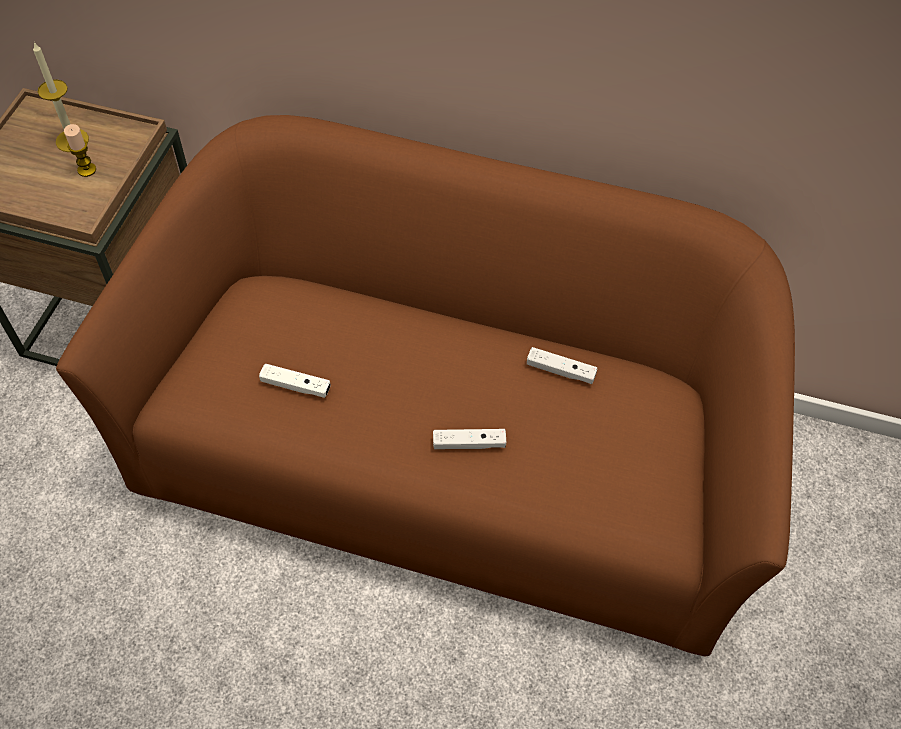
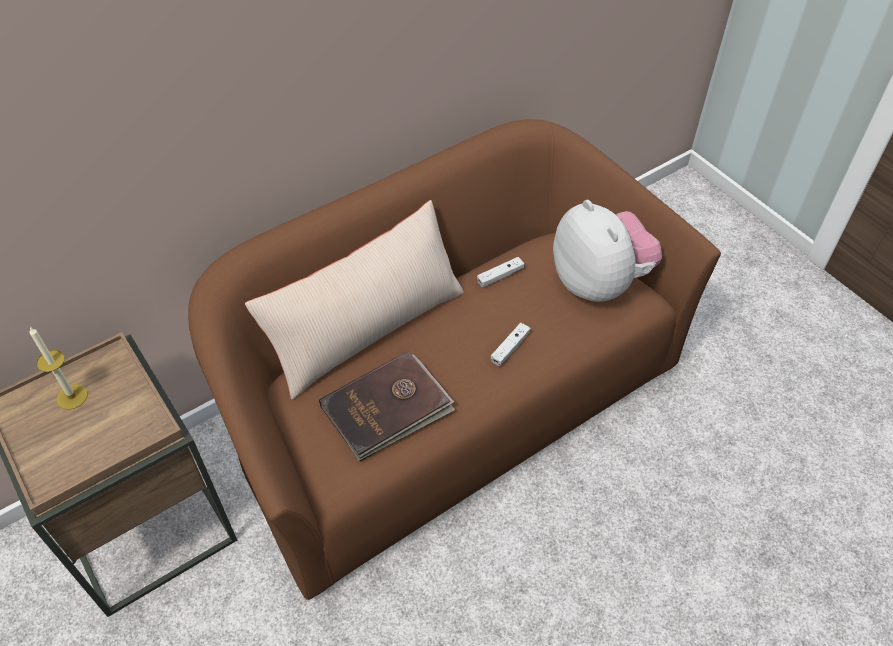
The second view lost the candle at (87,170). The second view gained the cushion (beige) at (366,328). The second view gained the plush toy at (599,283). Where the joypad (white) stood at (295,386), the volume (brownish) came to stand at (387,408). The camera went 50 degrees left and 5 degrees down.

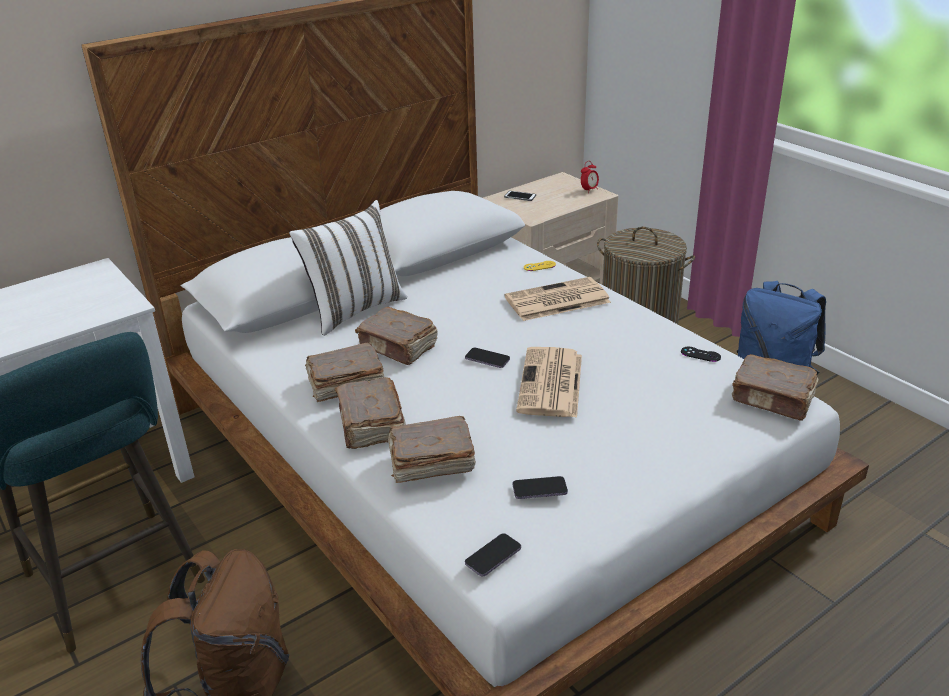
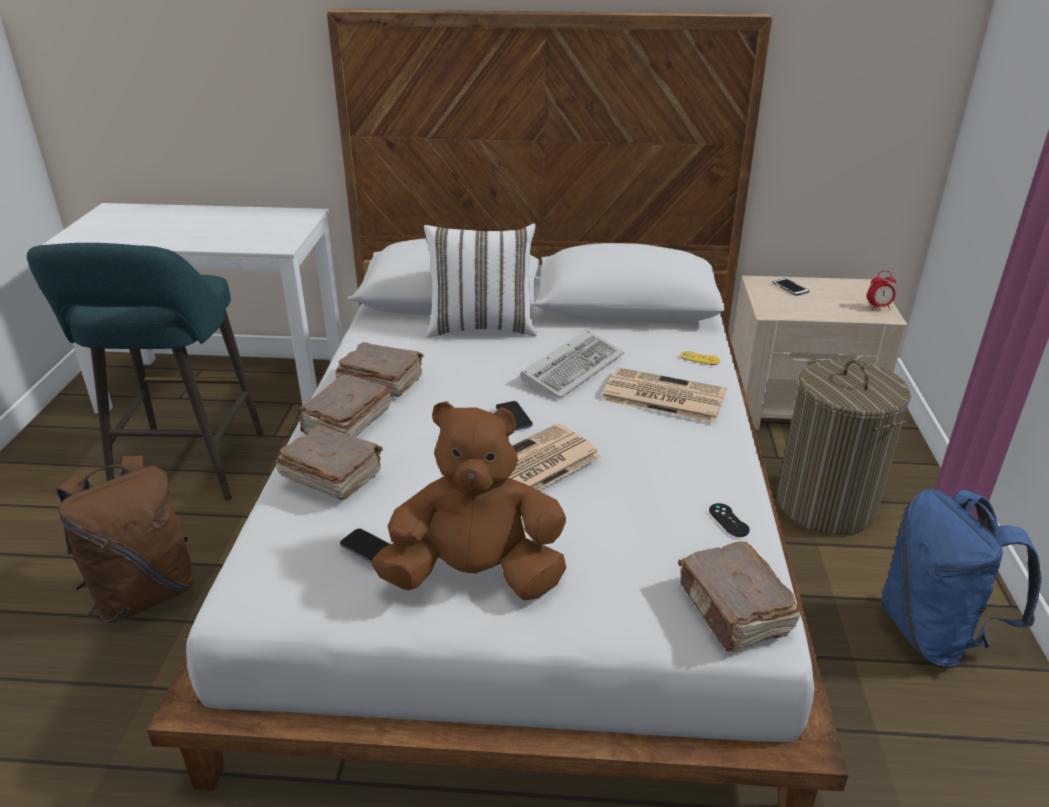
The second view lost the volume (brownish) at (398,347). The second view lost the phone at (493,556). The second view gained the plush toy (brownish) at (476,576). The second view gained the keyboard at (573,367). The camera went 40 degrees right and 0 degrees up.

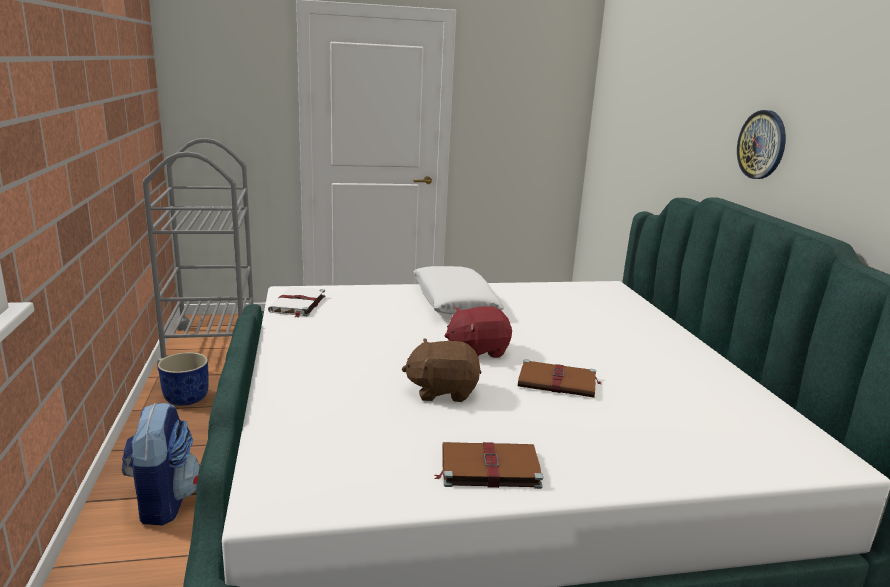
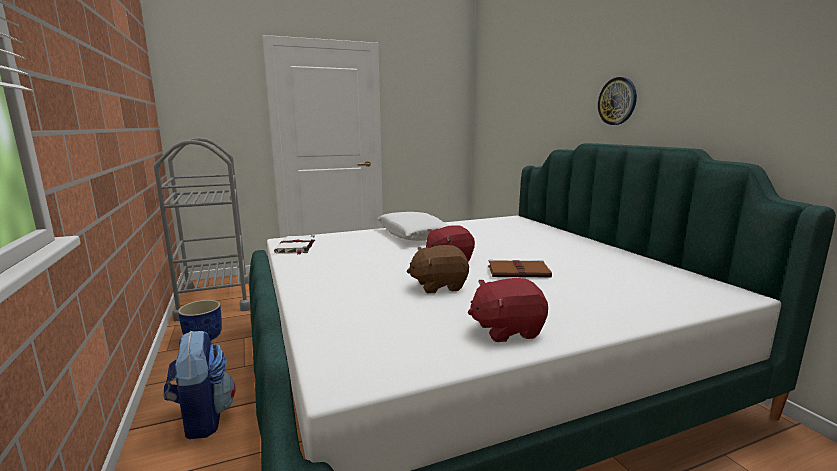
Where the volume (brownish) stood at (488,468), the plush toy (red) came to stand at (506,330). The camera went 10 degrees left and 5 degrees down.

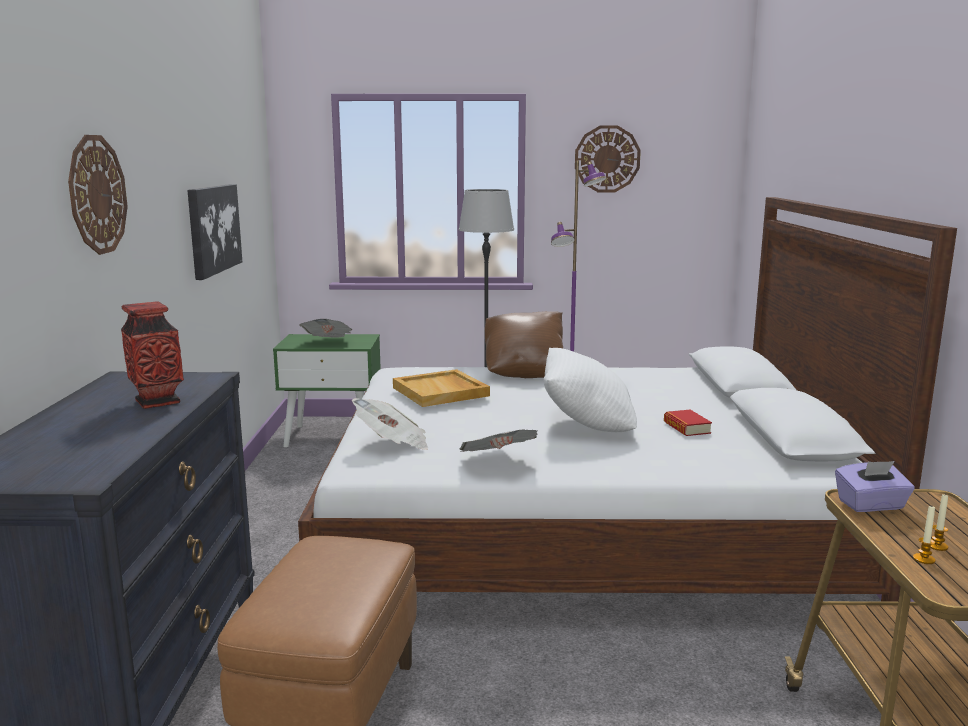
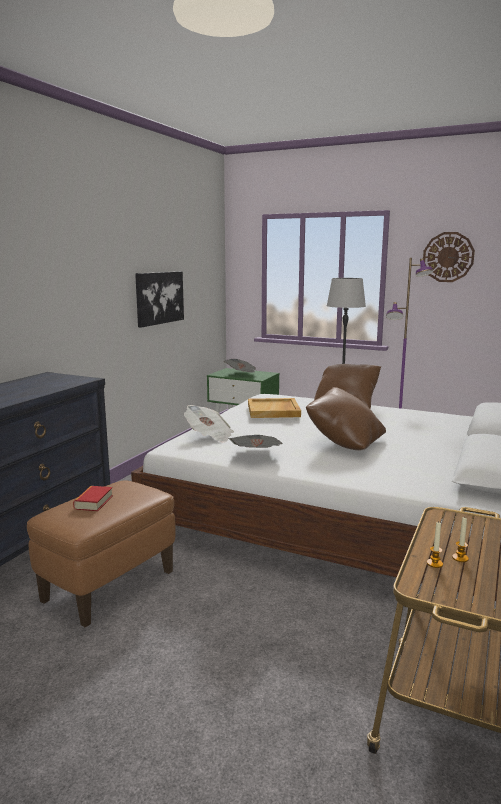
The second view lost the wall clock at (97,194). The second view lost the vase at (157,402). The second view lost the tissue holder (purple-coloured) at (871,505). The volume ended up elsewhere, having gone from (686,428) to (93,502). What was the cushion (white) at (587,426) turned into the cushion (brownish) at (344,444). The camera went 25 degrees right and 0 degrees up.

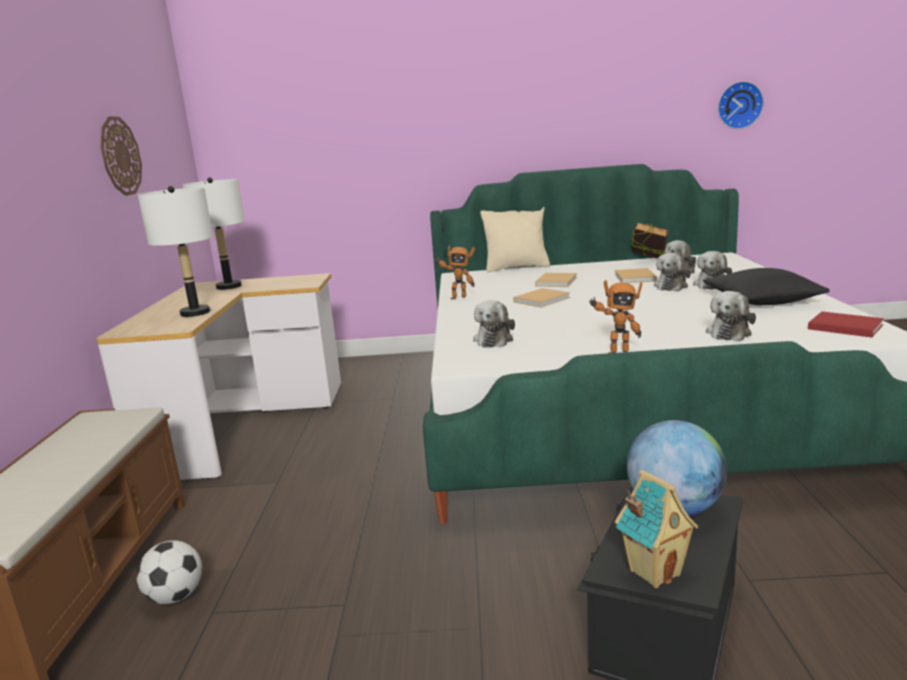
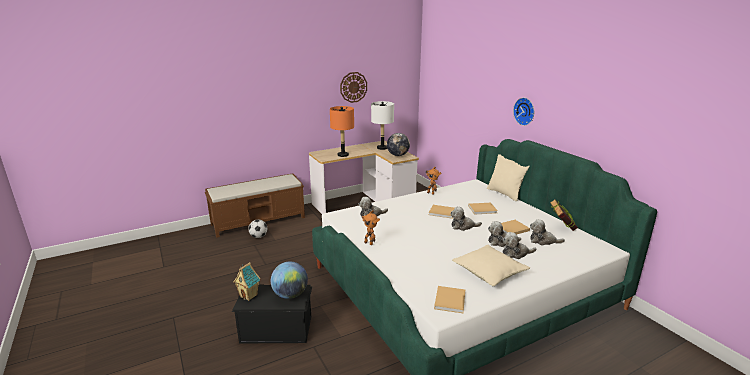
The second view gained the desk globe at (398,155). The plush toy ended up elsewhere, having gone from (729,333) to (463,226). The wall clock ended up elsewhere, having gone from (739,105) to (525,111). What was the tabletop lamp (white) at (195,313) turned into the tabletop lamp (orange) at (343,155). What was the cushion (black-coloured) at (762,301) turned into the cushion (beige) at (489,272). What was the volume (red) at (843,326) turned into the volume (beige) at (450,300). The camera went 60 degrees right and 5 degrees up.

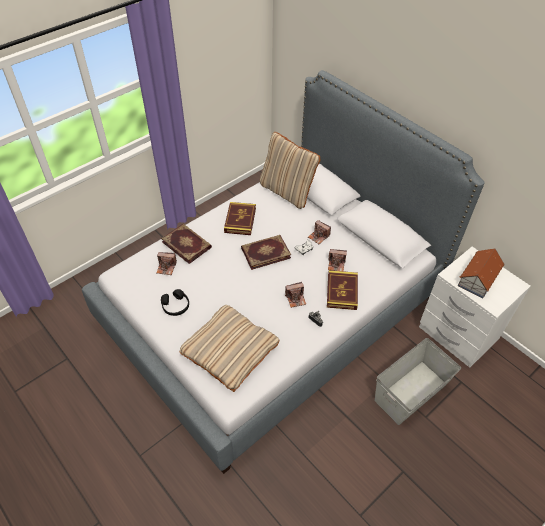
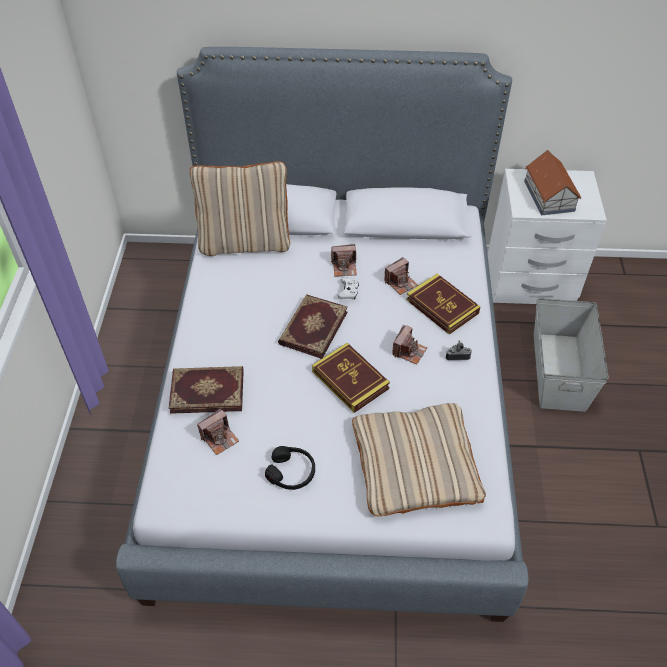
The volume ended up elsewhere, having gone from (240,220) to (350,380). The camera went 45 degrees left and 0 degrees up.

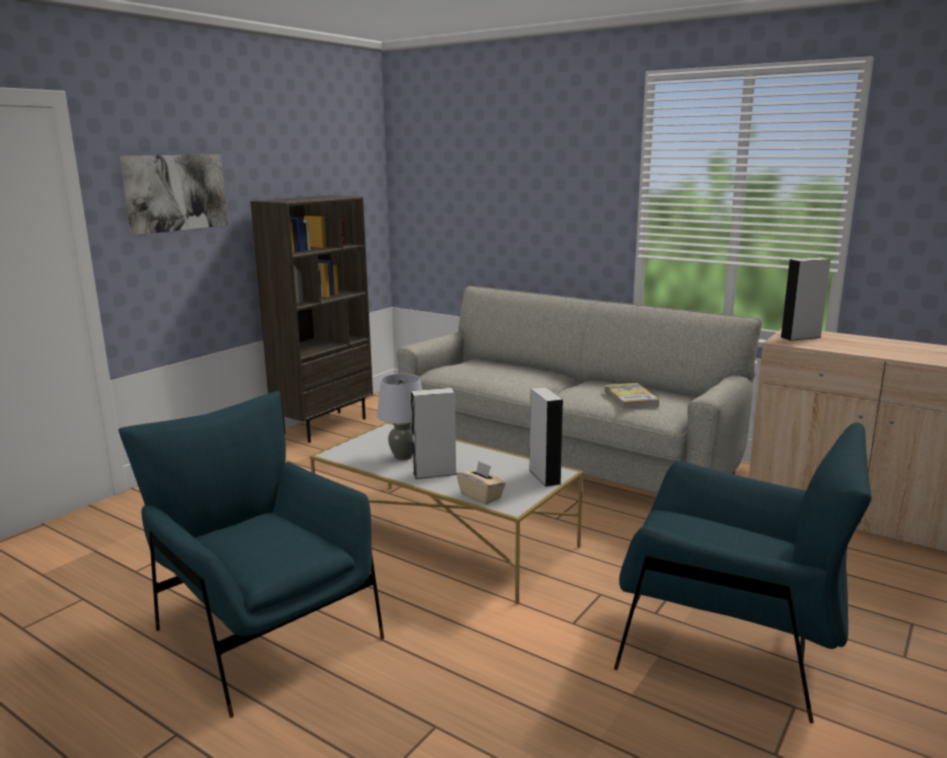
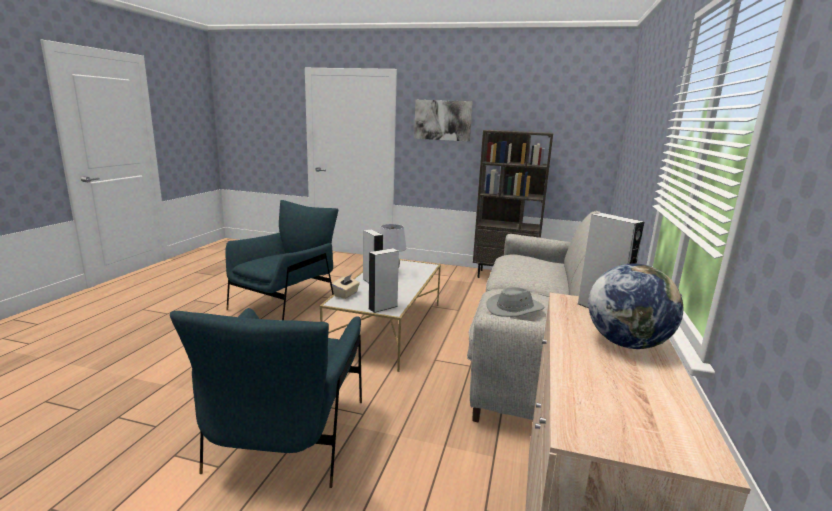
The second view gained the desk globe at (626,343). Where the volume stood at (630,399), the clothing hat (gray) came to stand at (515,309). The camera went 70 degrees right and 0 degrees up.

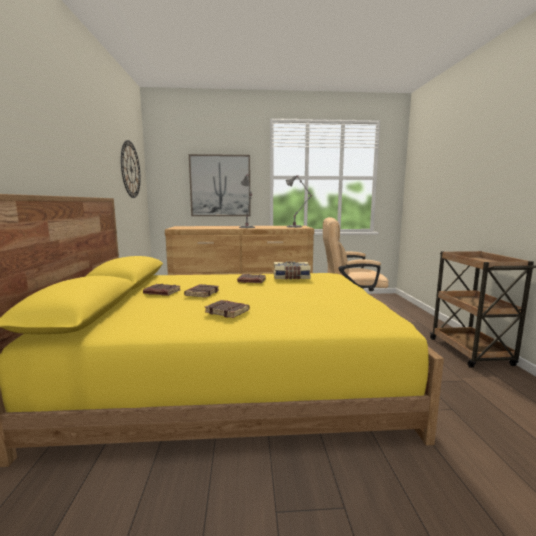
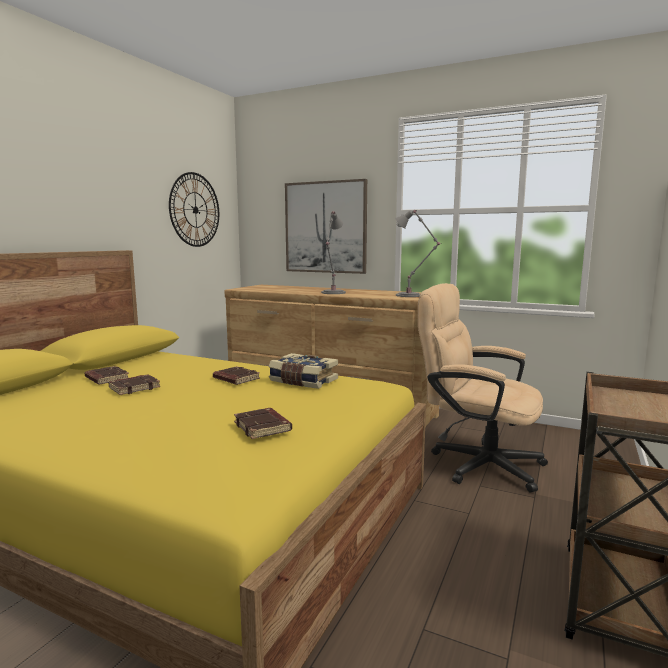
The volume (brownish) ended up elsewhere, having gone from (228,311) to (263,427). The camera went 30 degrees right and 0 degrees up.

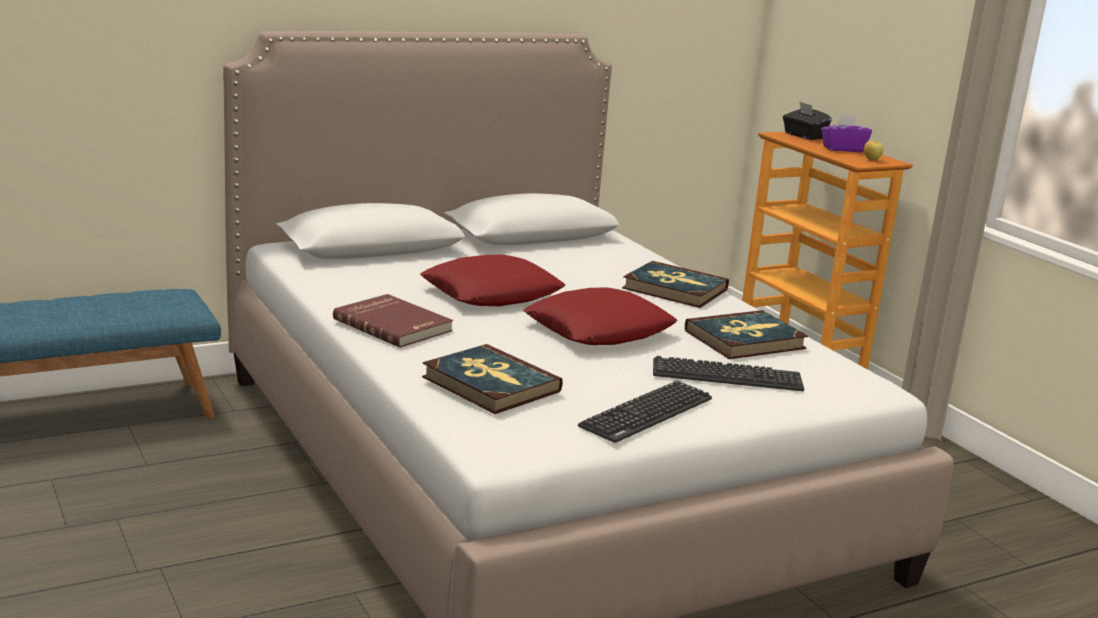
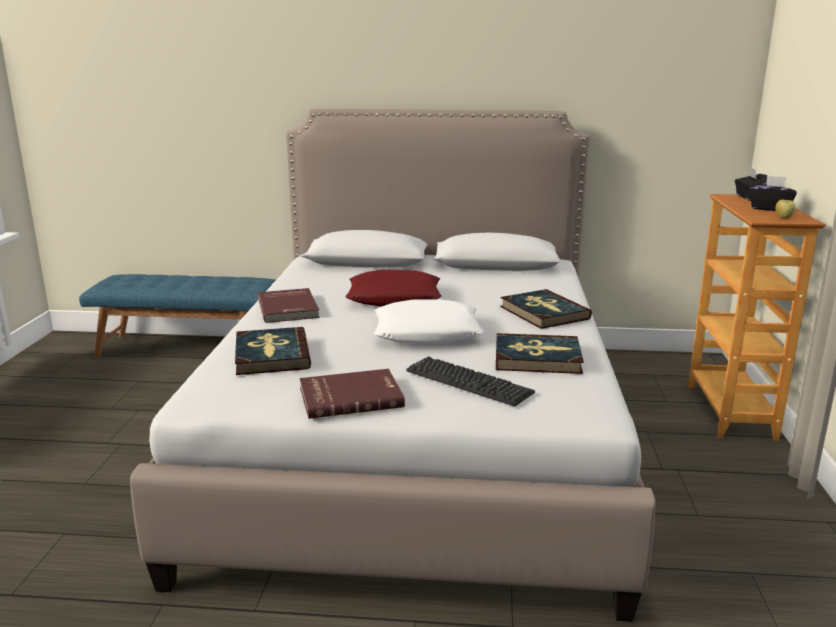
Where the keyboard stood at (647,413), the volume (red) came to stand at (350,396). What was the cushion (red) at (599,330) turned into the cushion (white) at (427,332). What was the tissue holder (purple-coloured) at (842,149) turned into the tissue holder (black-coloured) at (770,209). The camera went 35 degrees right and 0 degrees up.

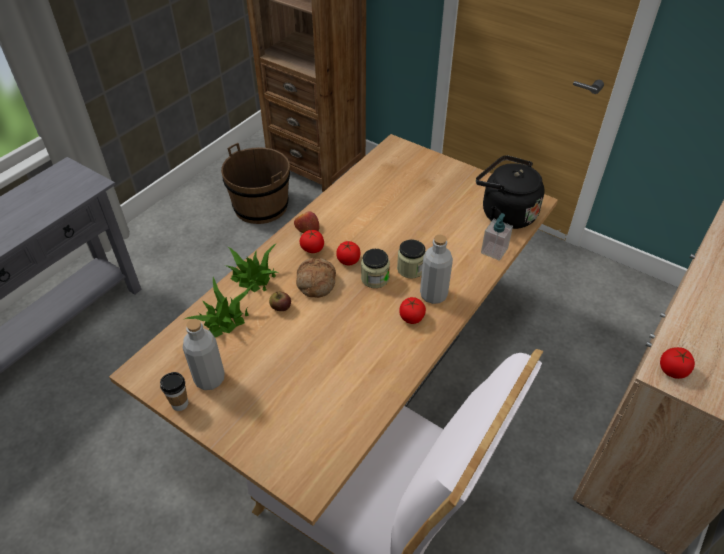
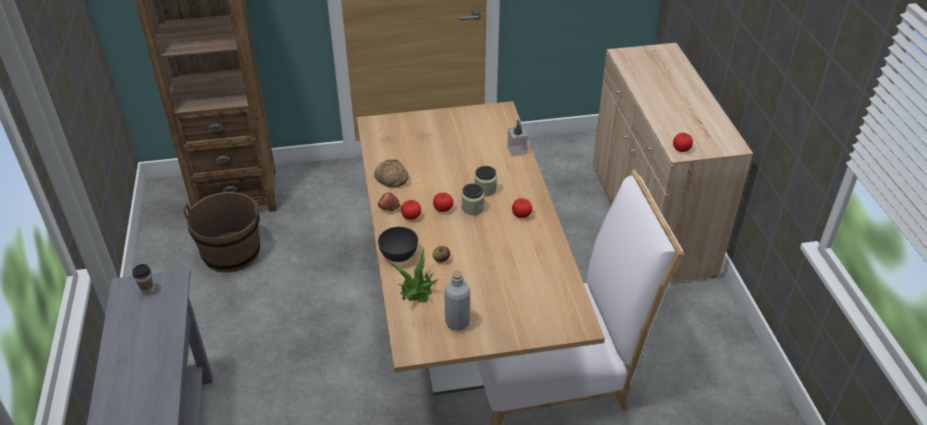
The second view lost the beverage bottle (gray) at (433,295). The second view lost the water kettle (black-coloured) at (504,213). The small cup ended up elsewhere, having gone from (180,404) to (148,290). The baked bread ended up elsewhere, having gone from (315,282) to (391,179). Where the houseplant stood at (254,277), the bowl (gray) came to stand at (399,255). The camera went 45 degrees left and 5 degrees down.

